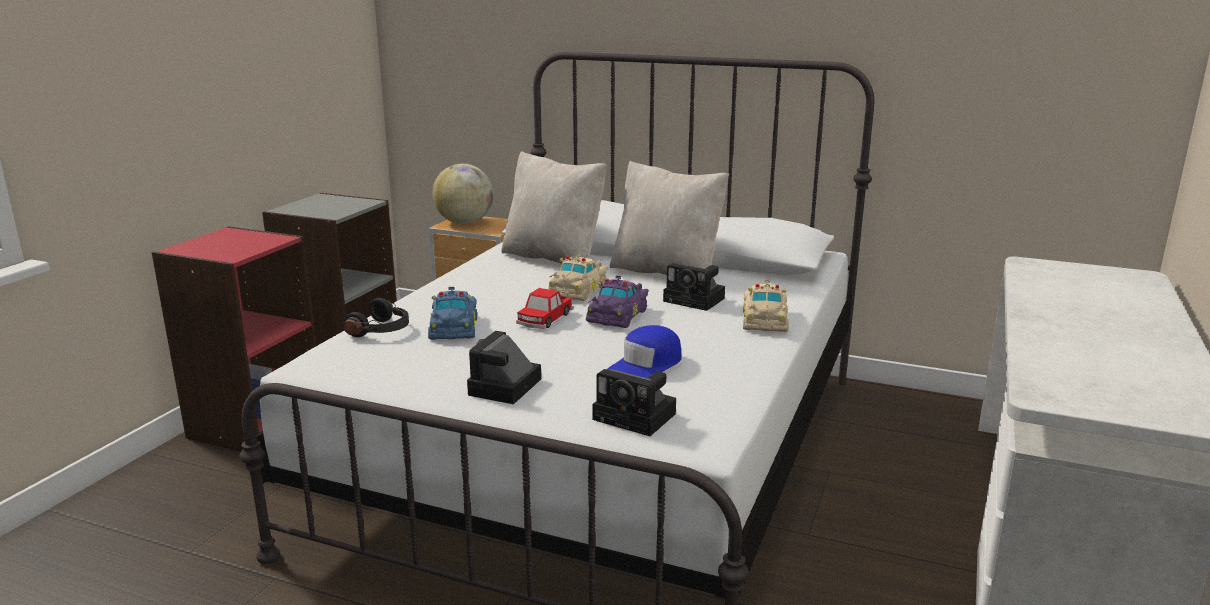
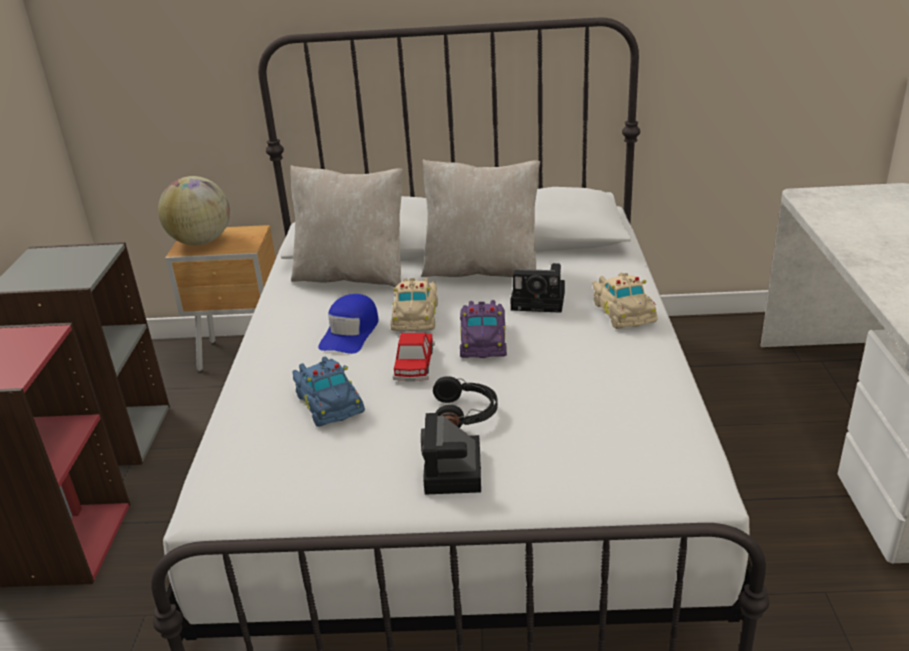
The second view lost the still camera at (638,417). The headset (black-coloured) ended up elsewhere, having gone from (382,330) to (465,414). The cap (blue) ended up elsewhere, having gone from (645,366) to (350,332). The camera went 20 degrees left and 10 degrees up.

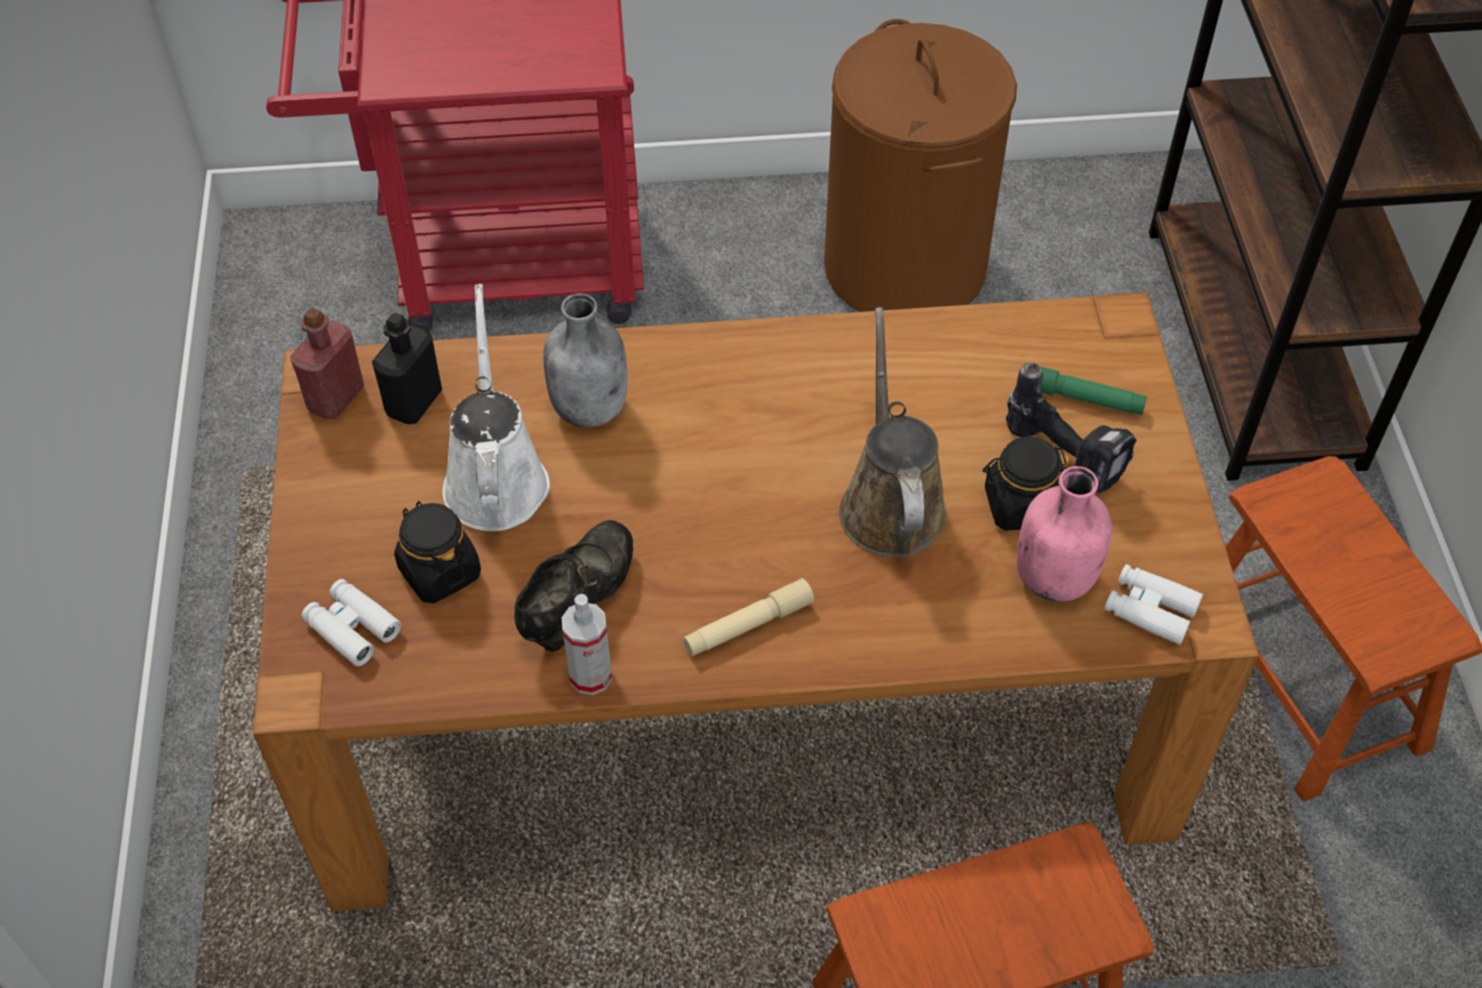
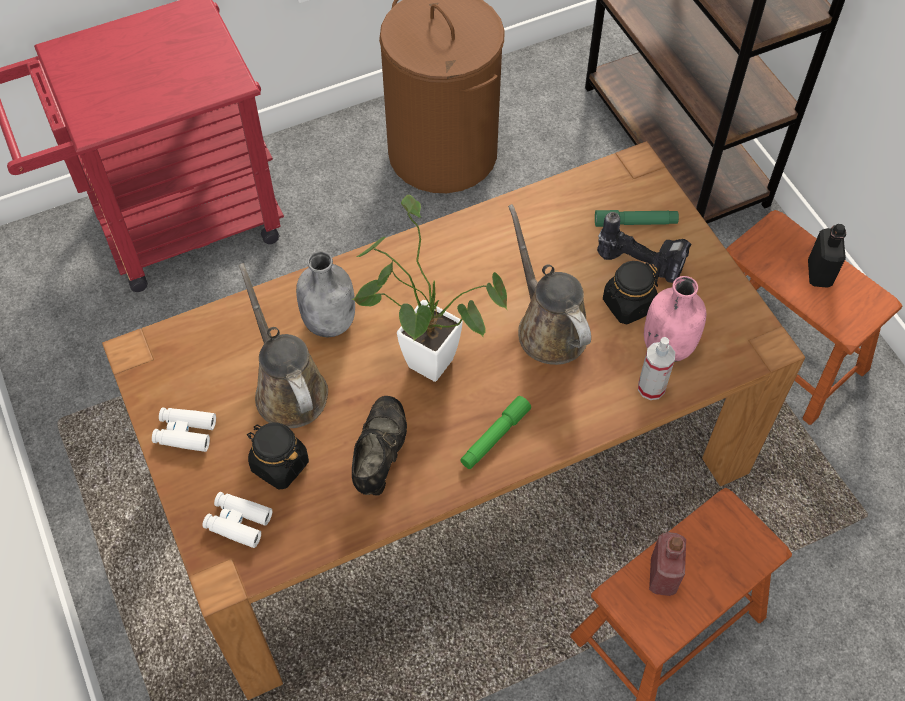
The second view gained the houseplant at (422,358). The beverage bottle (red) ended up elsewhere, having gone from (336,398) to (662,576). The beverage bottle (black-coloured) ended up elsewhere, having gone from (414,402) to (819,273). The spray bottle ended up elsewhere, having gone from (590,676) to (651,388). The pair of binoculars (white) ended up elsewhere, having gone from (1150,609) to (185,432). What was the watering pot (white) at (495,478) turned into the watering pot (brownish) at (288,388). What was the torch (beige) at (748,625) turned into the torch (green-coloured) at (495,437). The camera went 20 degrees left and 5 degrees up.

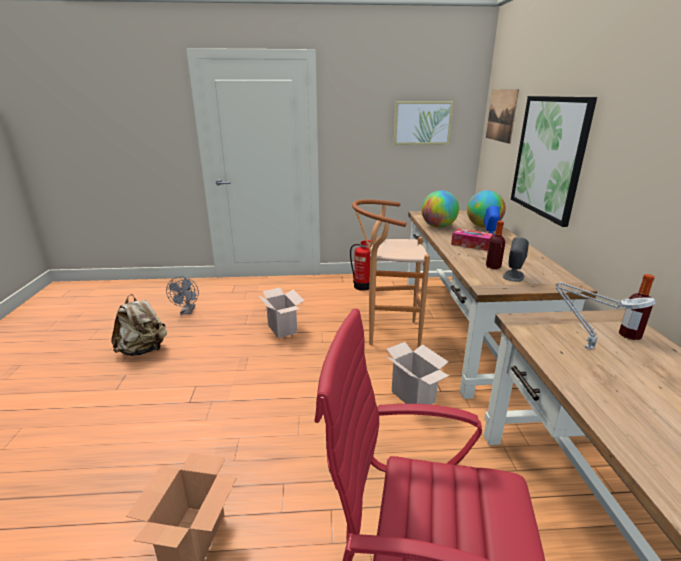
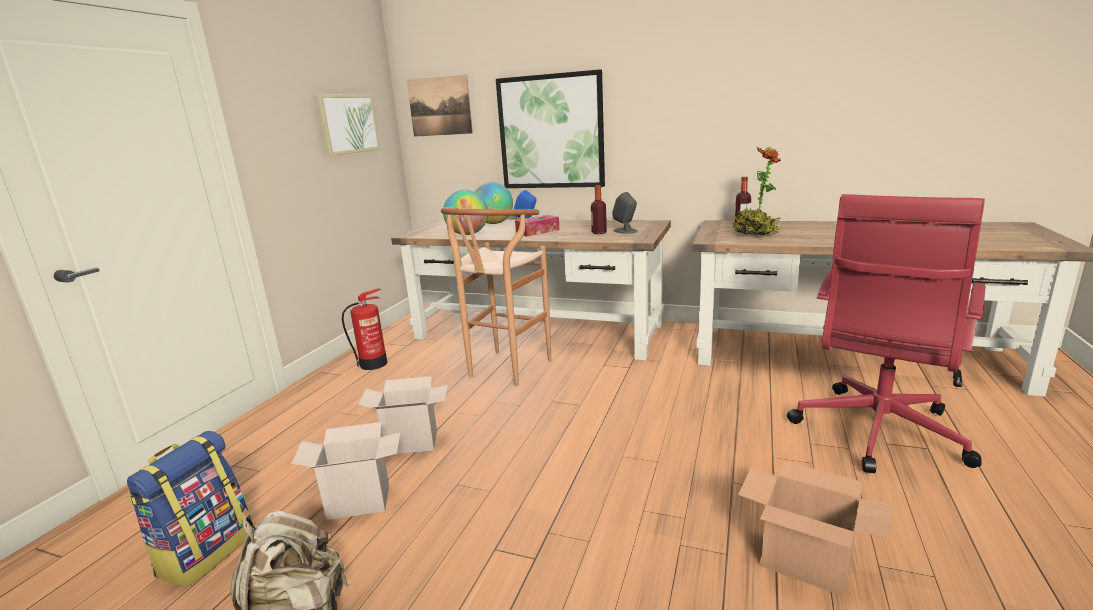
The carton ended up elsewhere, having gone from (414,397) to (361,501). Where the fan (gray) stood at (187,311), the rucksack came to stand at (206,552). Where the tabletop lamp (gray) stood at (586,347), the houseplant came to stand at (754,233). The camera went 65 degrees left and 5 degrees down.

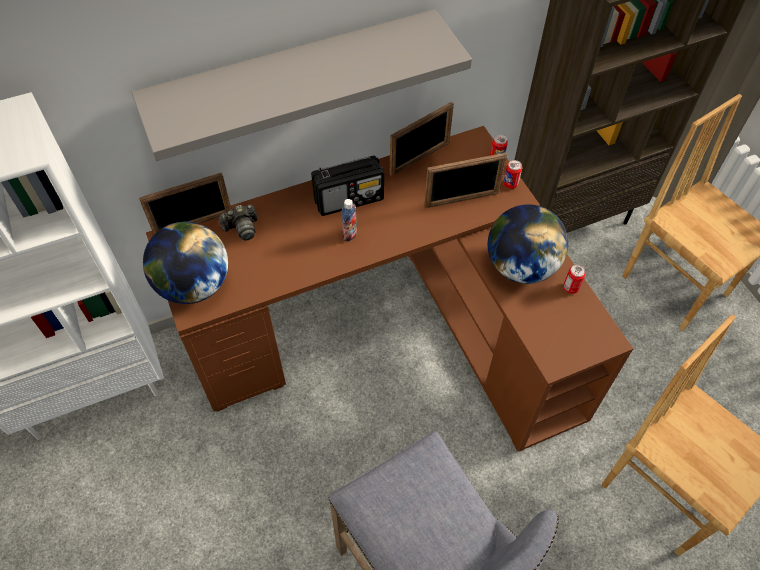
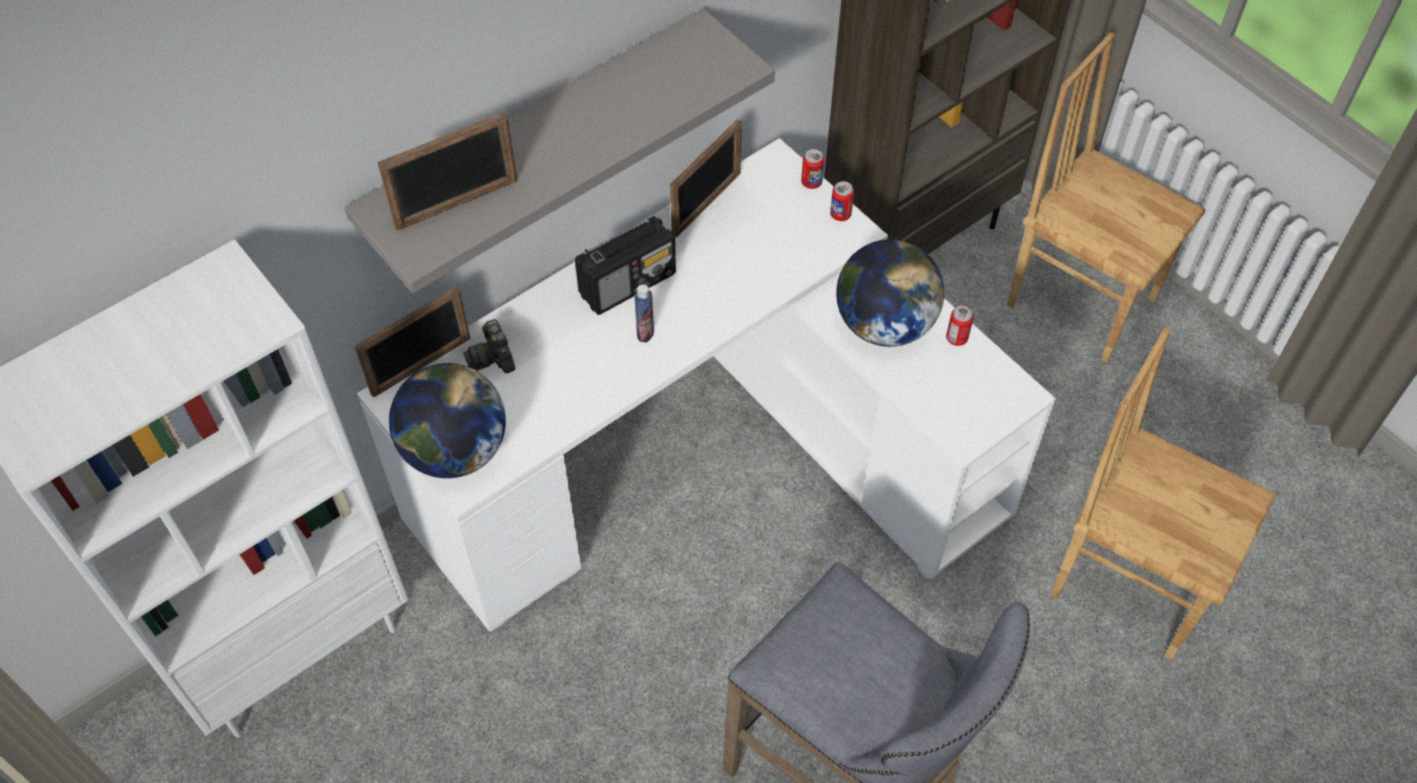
The photo frame ended up elsewhere, having gone from (462,200) to (457,204). What was the desk unit (brownish) at (393,330) turned into the desk unit (white) at (709,456). The still camera at (242,228) ended up facing another way, 105 degrees clockwise from before. The camera went 15 degrees left and 0 degrees up.

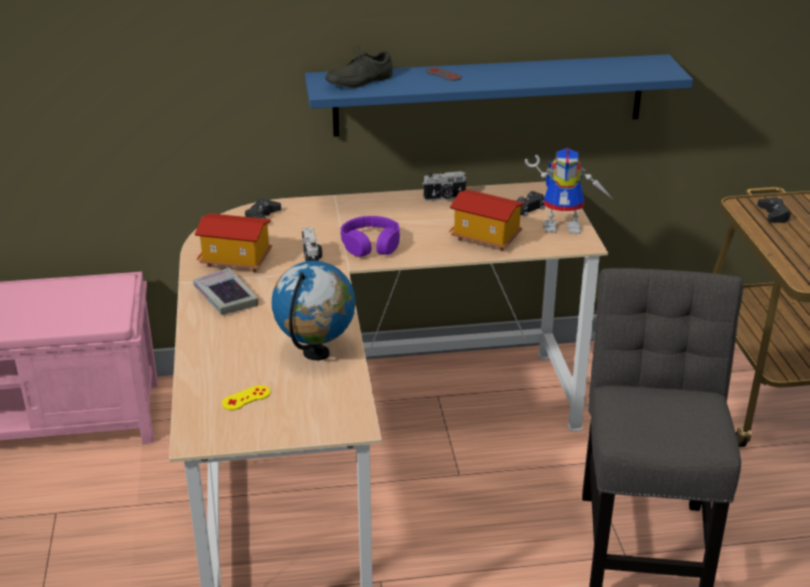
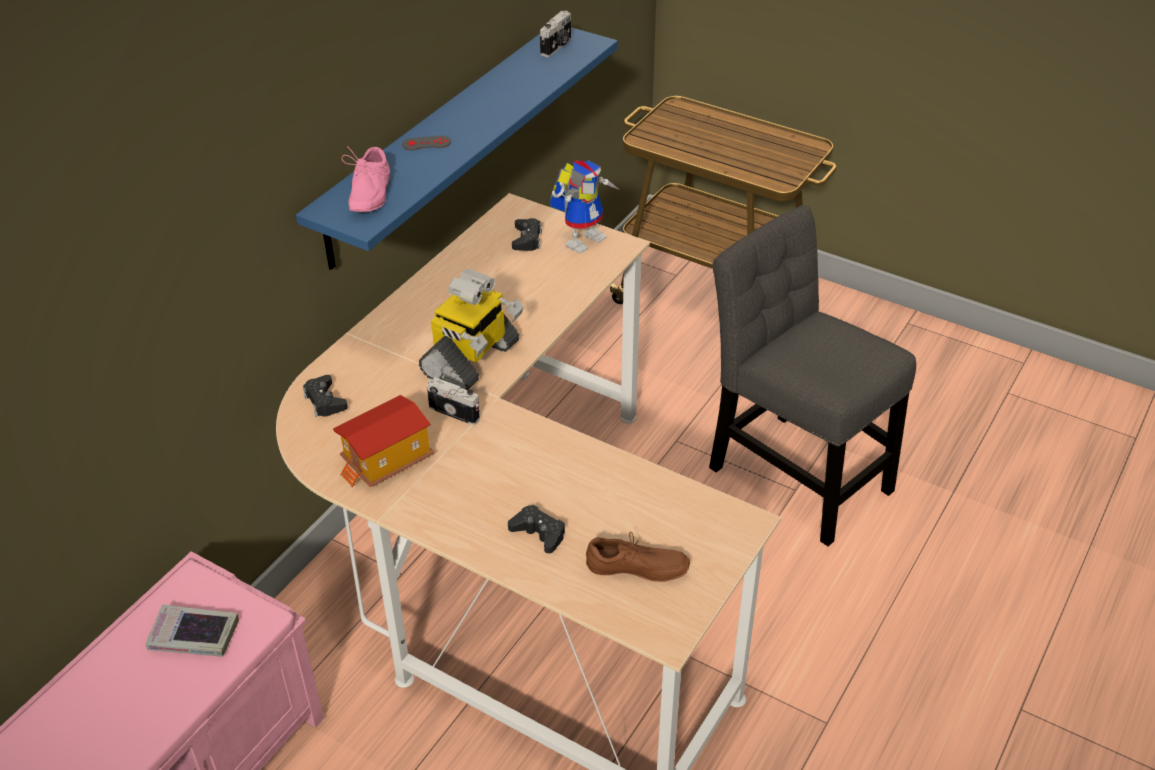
The second view lost the desk globe at (316,353). The second view lost the toy house at (485,238). The volume ended up elsewhere, having gone from (225,297) to (194,636). The still camera ended up elsewhere, having gone from (444,198) to (557,47). The joypad (black-coloured) ended up elsewhere, having gone from (773,215) to (539,533). Where the joypad (yellow) stood at (246,398), the item of footwear (brownish) came to stand at (637,570). Where the headset (purple-coloured) stood at (371,245), the toy robot came to stand at (472,360). What was the item of footwear (gray) at (358,80) turned into the item of footwear (pink) at (367,194). The camera went 50 degrees left and 10 degrees up.

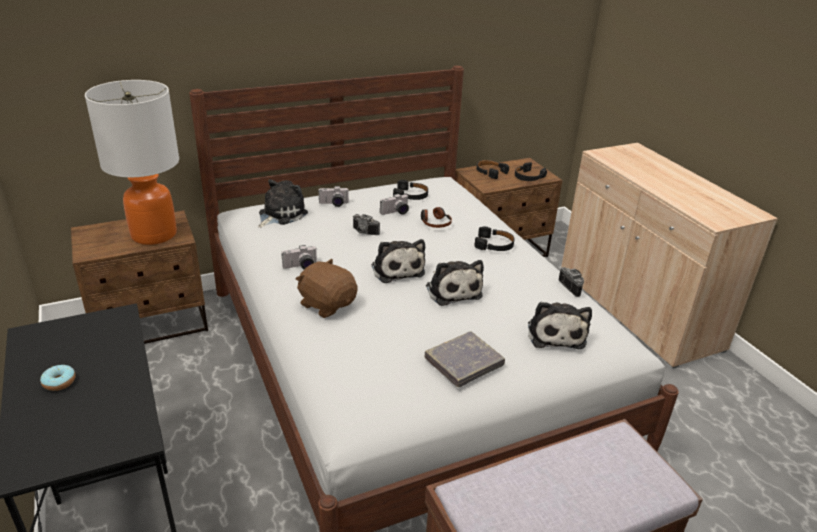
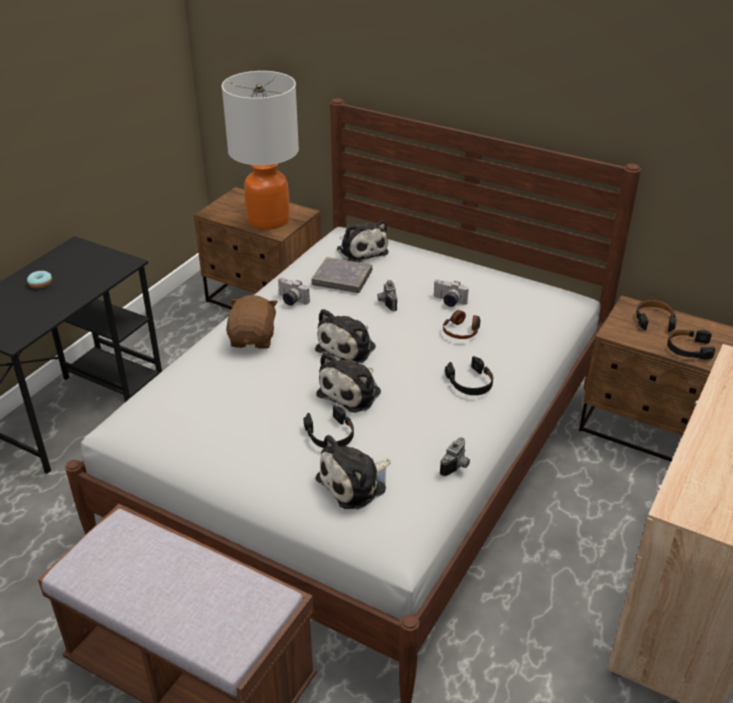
The second view lost the still camera at (334,204). The headset (black-coloured) ended up elsewhere, having gone from (411,195) to (330,435). The volume (gray) ended up elsewhere, having gone from (464,362) to (342,279). The plush toy at (280,214) ended up facing another way, 60 degrees clockwise from before. The camera went 55 degrees right and 5 degrees up.

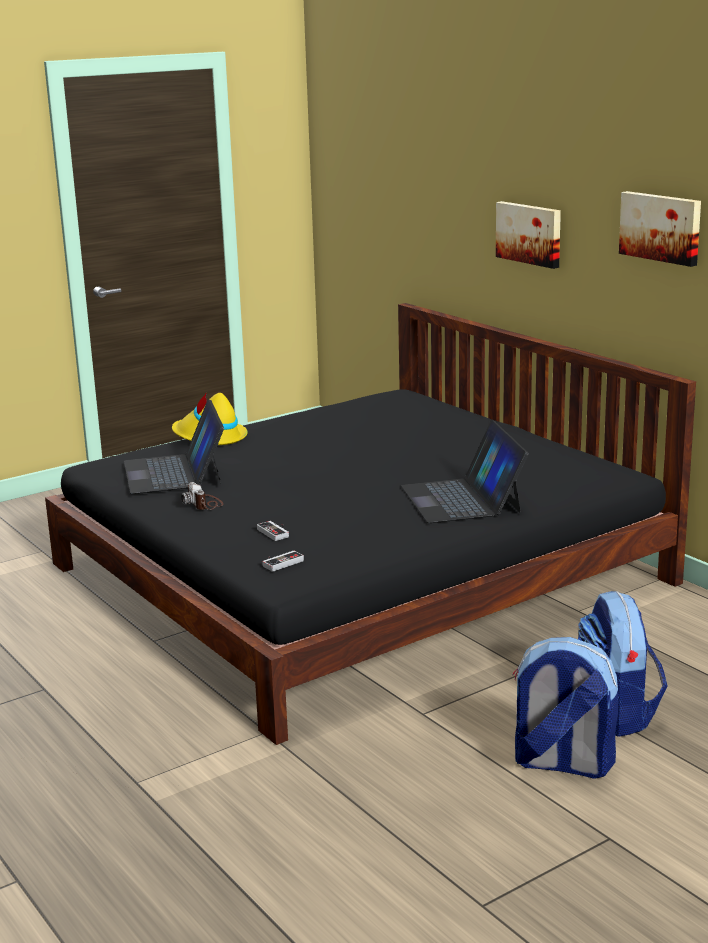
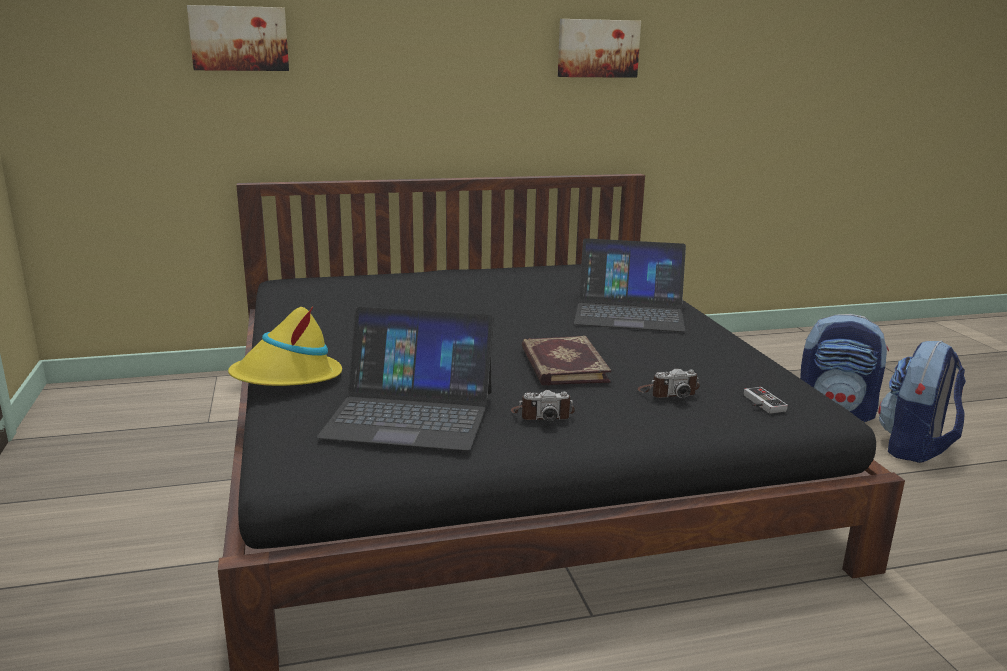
The second view gained the volume at (562,365). The wall picture ended up elsewhere, having gone from (530,233) to (239,38). Where the joypad stood at (276,532), the still camera came to stand at (668,392). The camera went 70 degrees left and 0 degrees up.

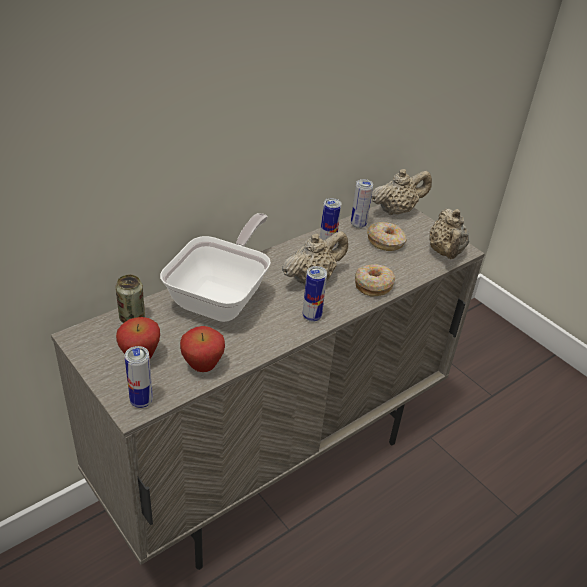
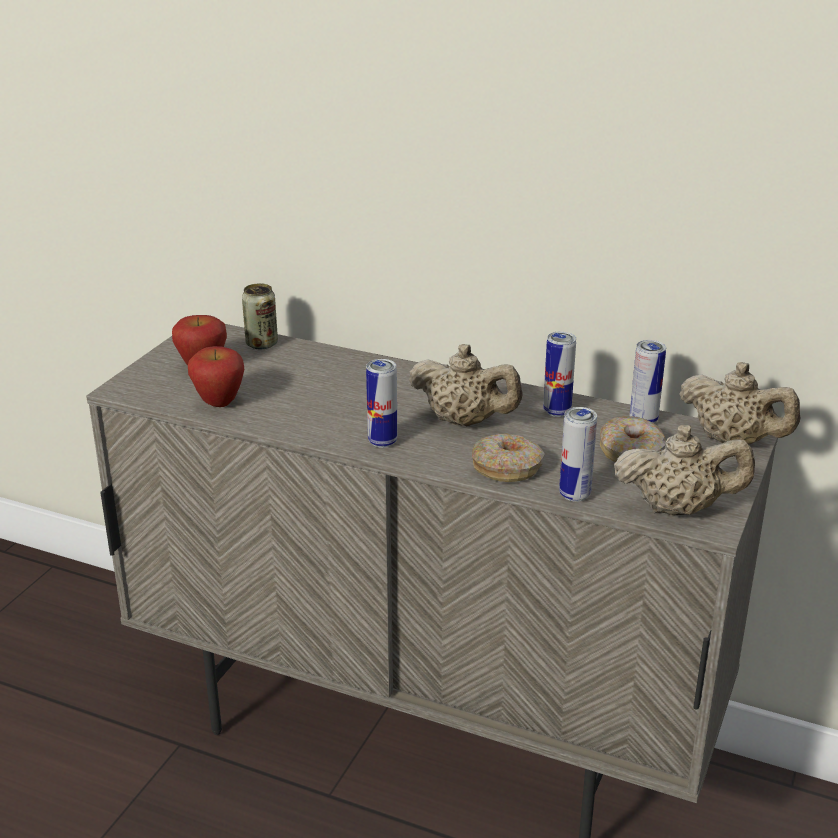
The second view lost the pan at (223,297). The can ended up elsewhere, having gone from (141,401) to (574,495). The pot for tea (beige) at (445,253) ended up facing another way, 150 degrees counterclockwise from before. The camera went 65 degrees right and 10 degrees down.

